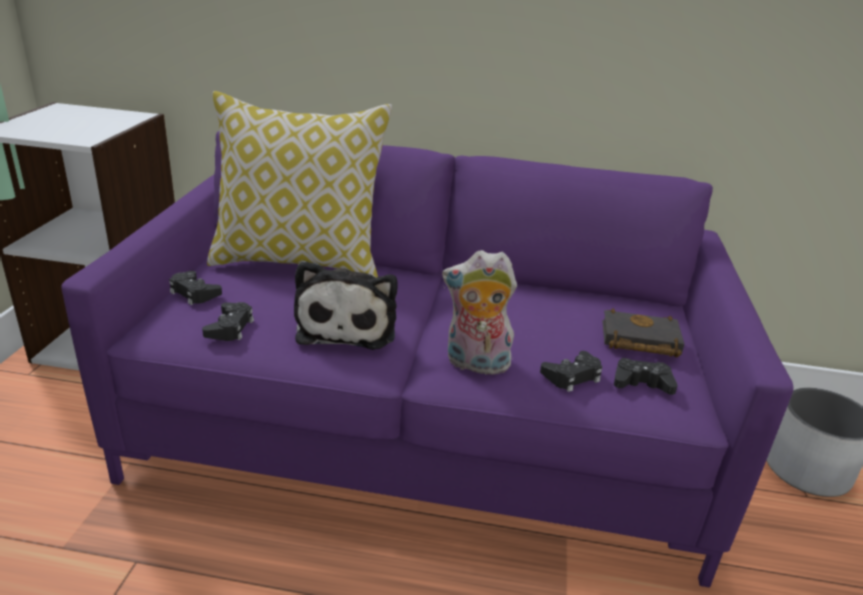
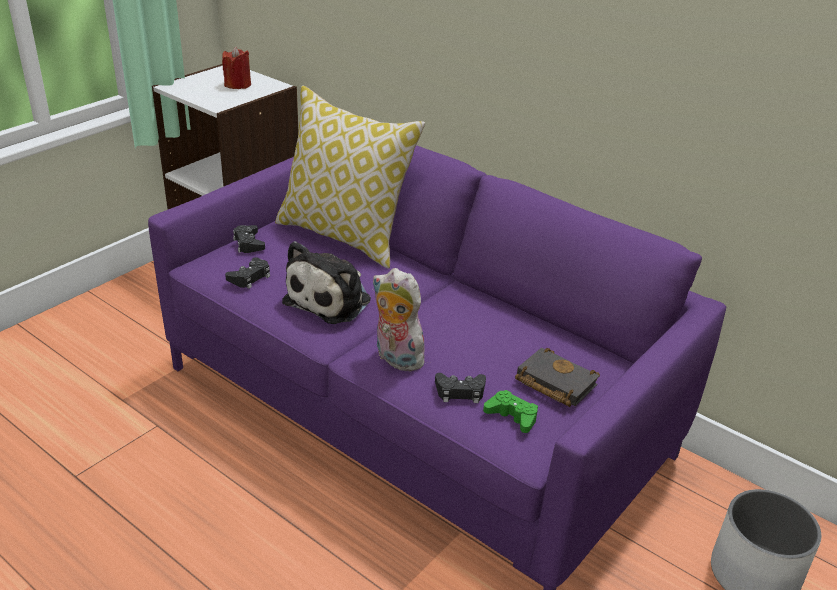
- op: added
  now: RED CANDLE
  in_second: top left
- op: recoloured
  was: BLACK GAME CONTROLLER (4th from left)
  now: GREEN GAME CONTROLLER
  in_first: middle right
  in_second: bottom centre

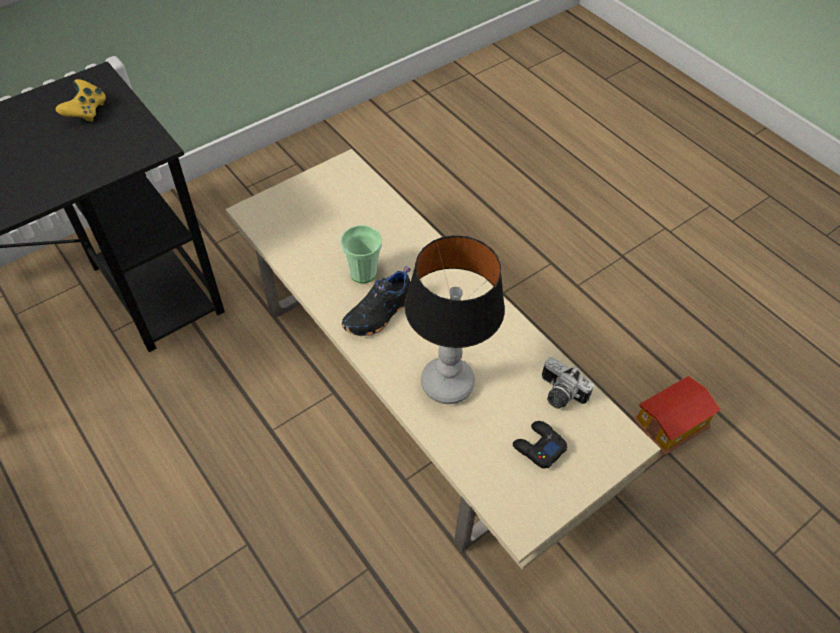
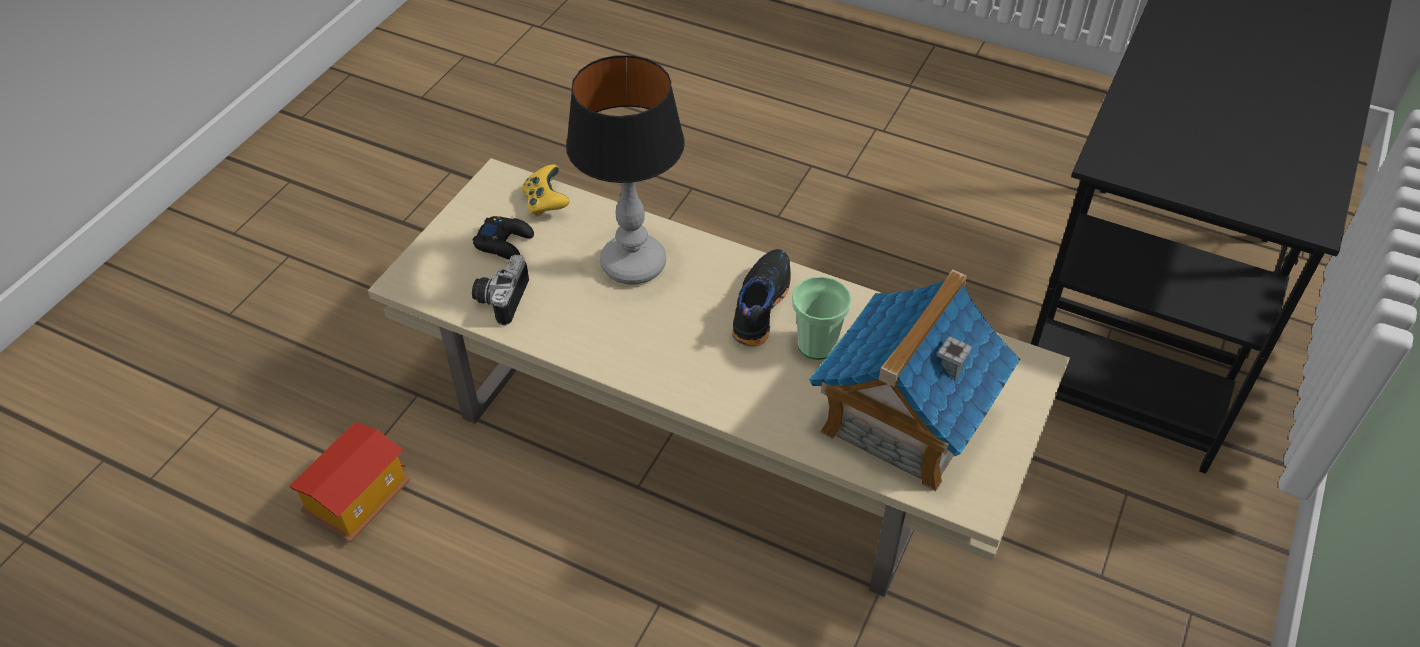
- op: added
  now: TOY HOUSE (2nd from left)
  in_second: centre
- op: moved
  was: YELLOW GAME CONTROLLER
  in_first: top left
  in_second: top centre
- op: turned
  was: PHOTO CAMERA
  in_first: middle right
  in_second: centre
  clockwise: -90

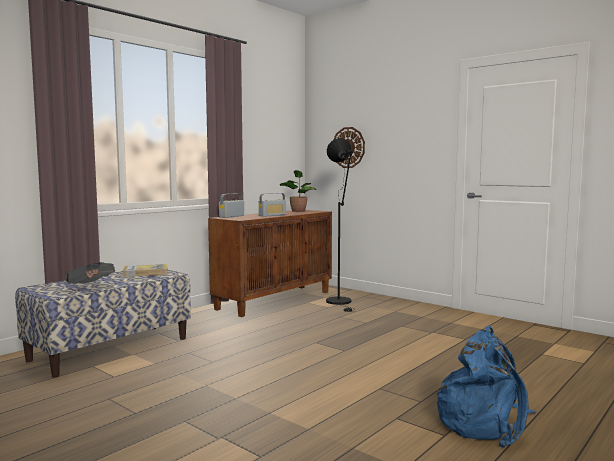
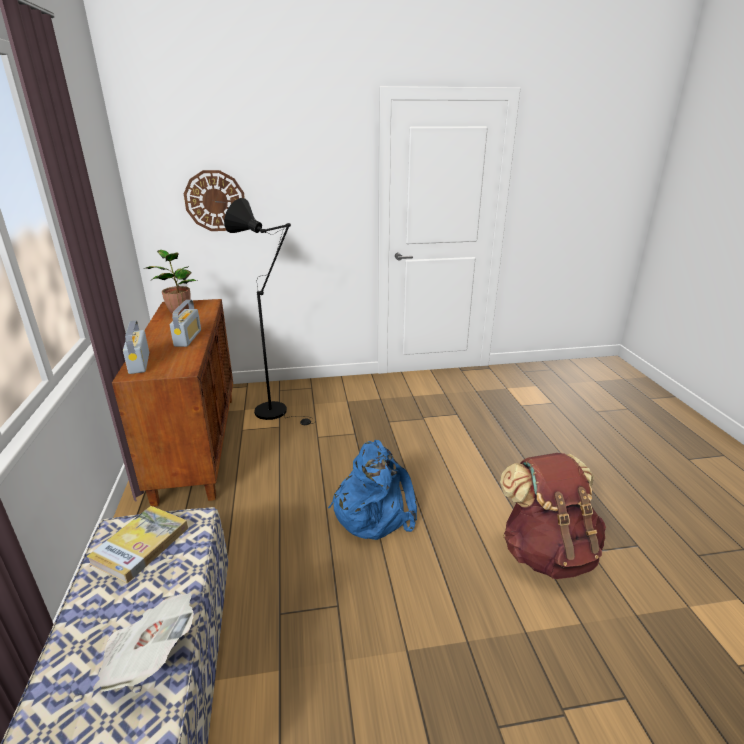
- op: added
  now: BROWN BACKPACK
  in_second: bottom right
- op: moved
  was: BLUE BACKPACK
  in_first: bottom right
  in_second: centre

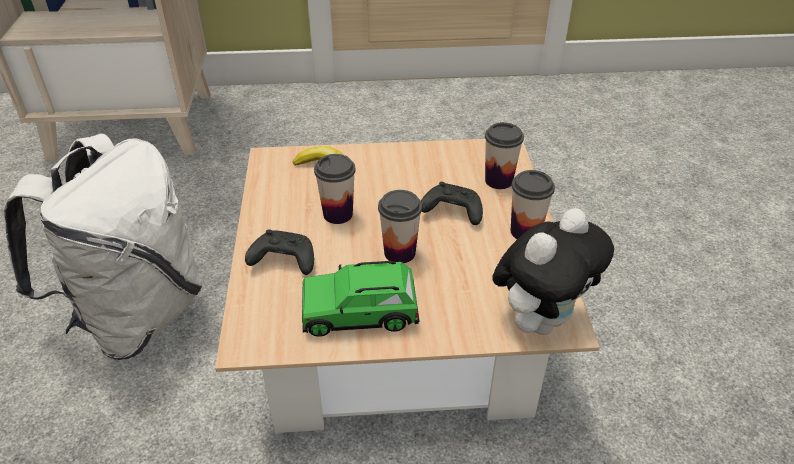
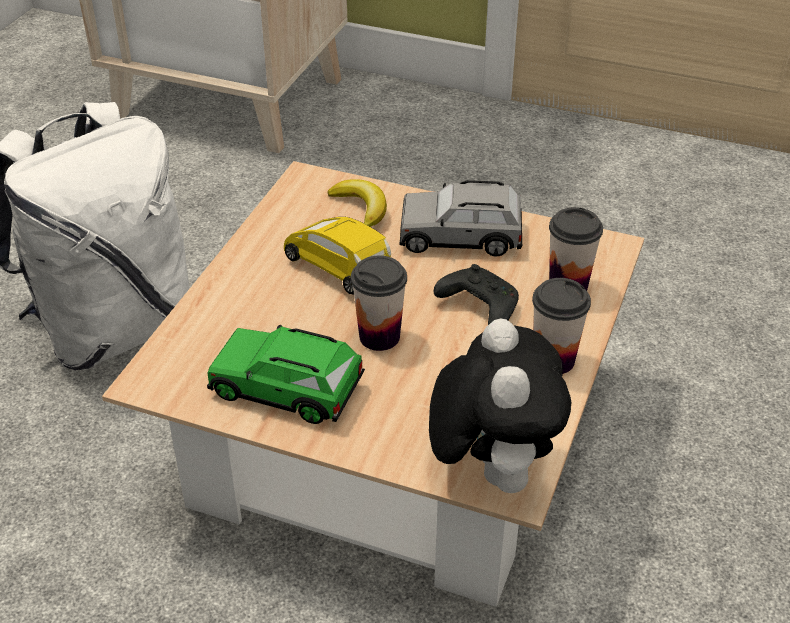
- op: removed
  was: BLACK GAME CONTROLLER (1st from left)
  in_first: centre
- op: added
  now: GREY TOY CAR
  in_second: centre
- op: replaced
  was: CUP (1st from left)
  now: YELLOW TOY CAR
  in_first: centre
  in_second: centre
- op: turned
  was: PLUSH TOY
  in_first: middle right
  in_second: centre
  clockwise: -75

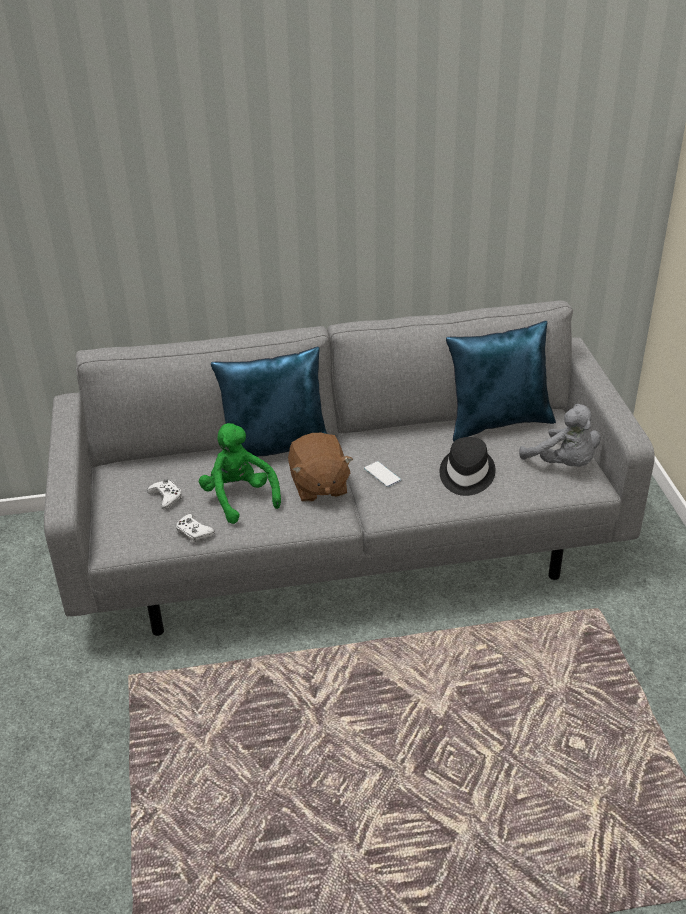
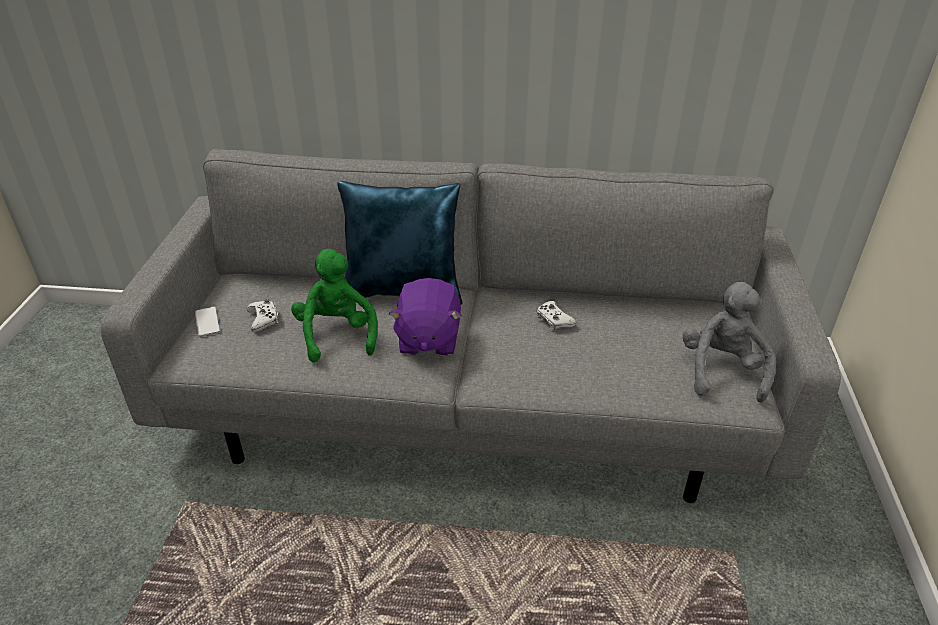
- op: removed
  was: BLACK HAT
  in_first: middle right
- op: removed
  was: BLUE PILLOW (2nd from left)
  in_first: middle right
- op: moved
  was: WHITE GAME CONTROLLER (2nd from left)
  in_first: middle left
  in_second: centre
- op: moved
  was: PHONE
  in_first: centre
  in_second: middle left
- op: recoloured
  was: BROWN PLUSH TOY
  now: PURPLE PLUSH TOY
  in_first: centre
  in_second: centre
- op: turned
  was: GREY PLUSH TOY
  in_first: middle right
  in_second: middle right
  clockwise: -150

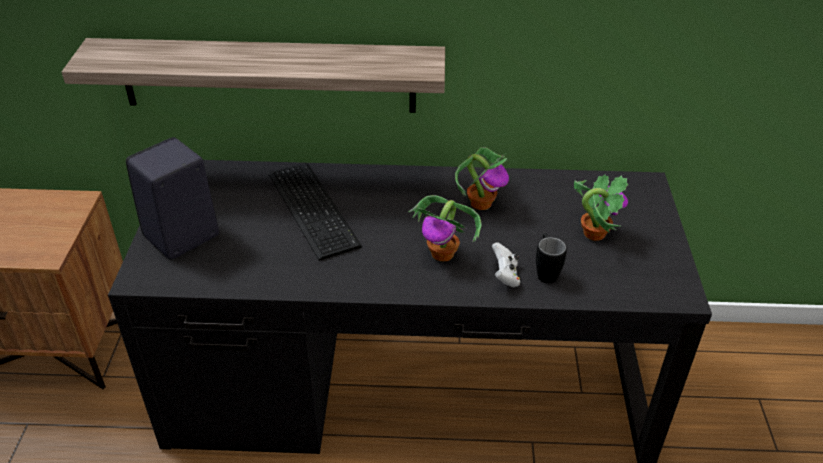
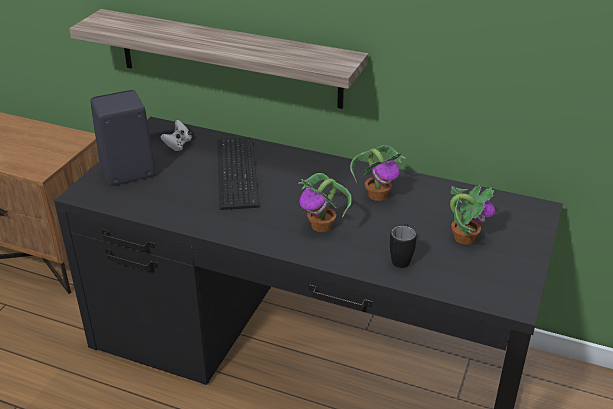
- op: moved
  was: WHITE GAME CONTROLLER
  in_first: centre
  in_second: top left

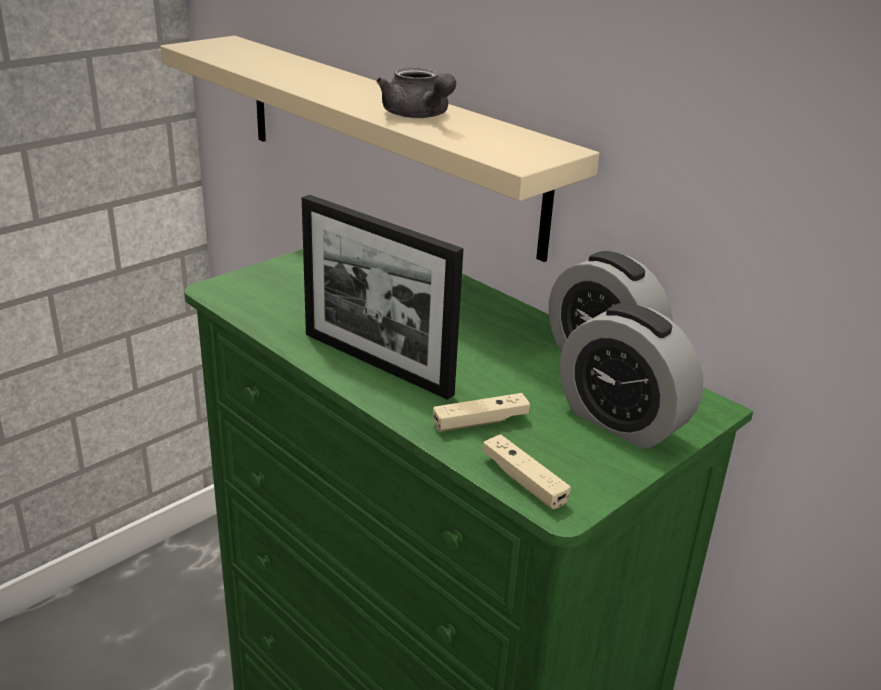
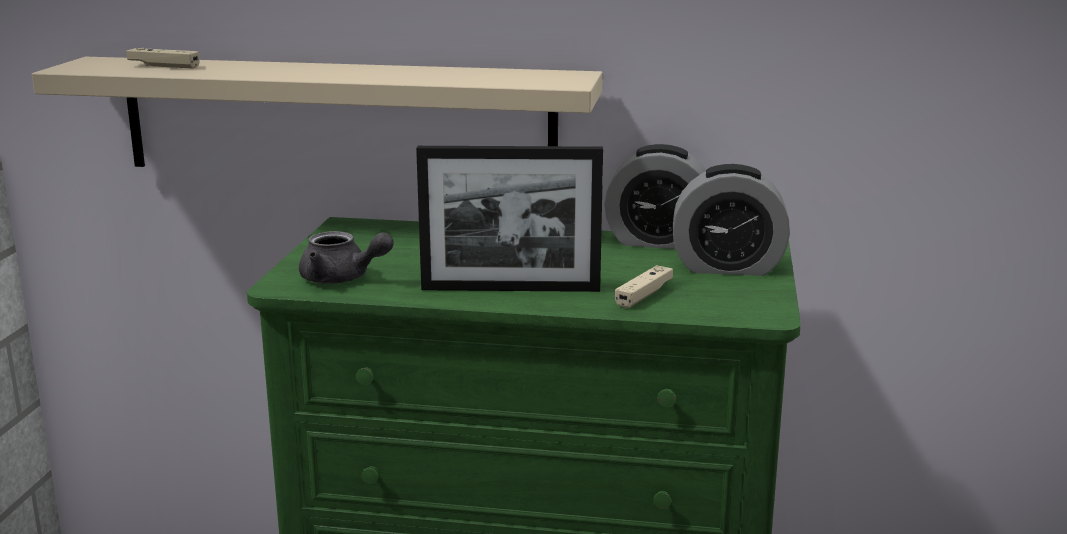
- op: moved
  was: GREY TEAPOT
  in_first: top centre
  in_second: middle left
- op: moved
  was: BEIGE GAME CONTROLLER (2nd from left in the first image)
  now: BEIGE GAME CONTROLLER (1st from left)
  in_first: bottom centre
  in_second: top left

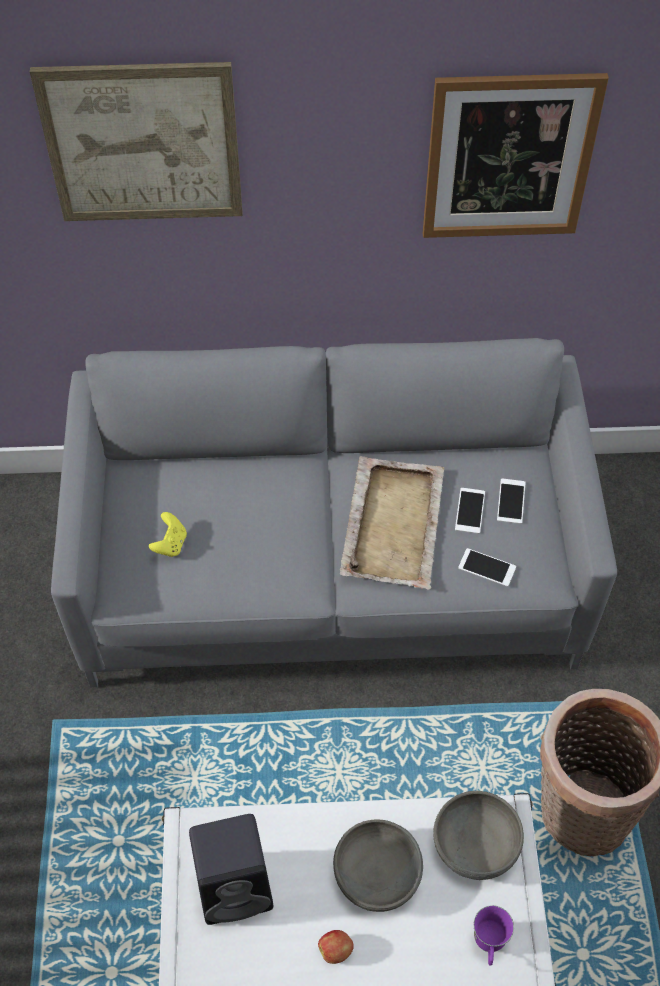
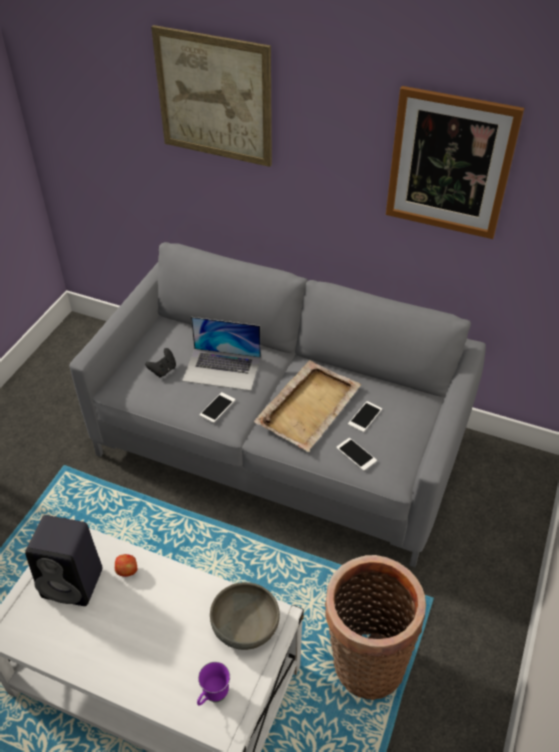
- op: removed
  was: GREY BOWL (1st from left)
  in_first: bottom centre
- op: added
  now: LAPTOP
  in_second: centre
- op: moved
  was: APPLE
  in_first: bottom centre
  in_second: bottom left
- op: moved
  was: PHONE (3rd from left in the first image)
  now: PHONE (1st from left)
  in_first: middle right
  in_second: centre
- op: recoloured
  was: YELLOW GAME CONTROLLER
  now: BLACK GAME CONTROLLER
  in_first: middle left
  in_second: middle left

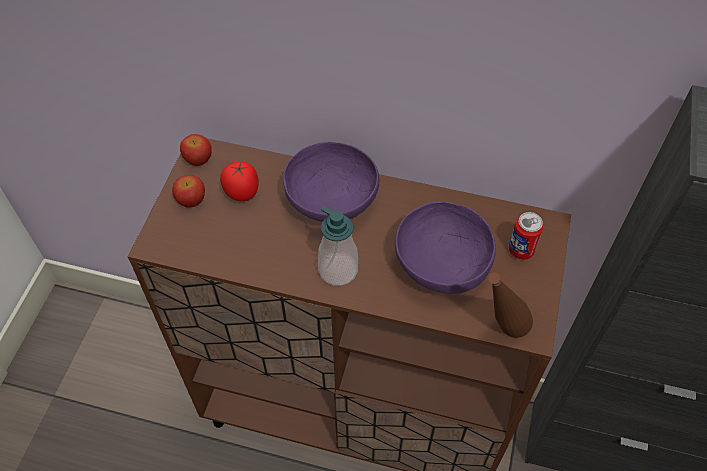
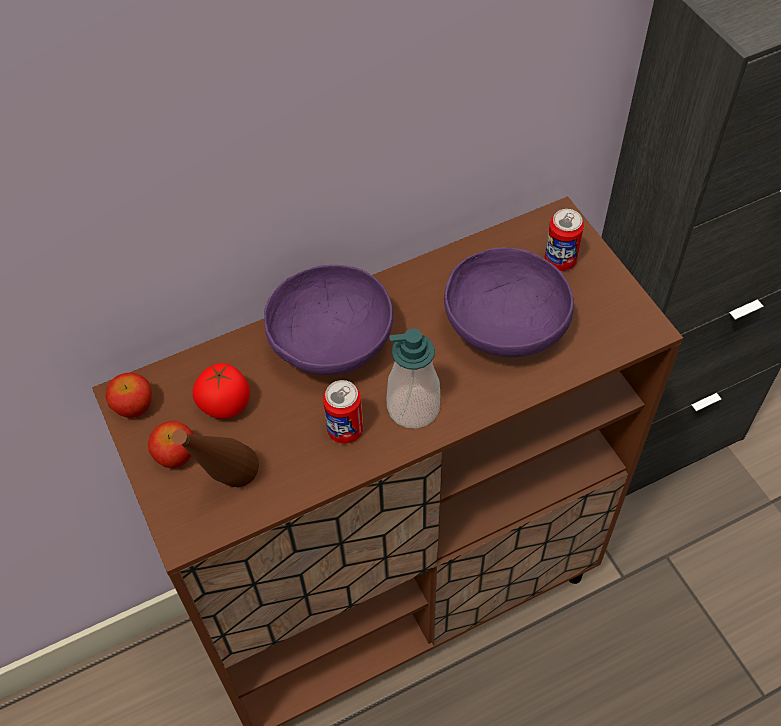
- op: added
  now: CAN (1st from left)
  in_second: centre
- op: moved
  was: BROWN BOTTLE
  in_first: middle right
  in_second: middle left

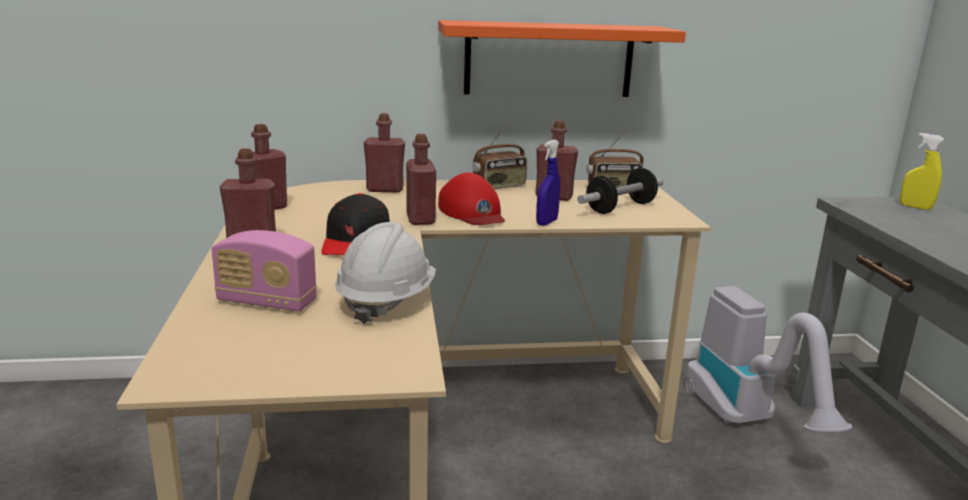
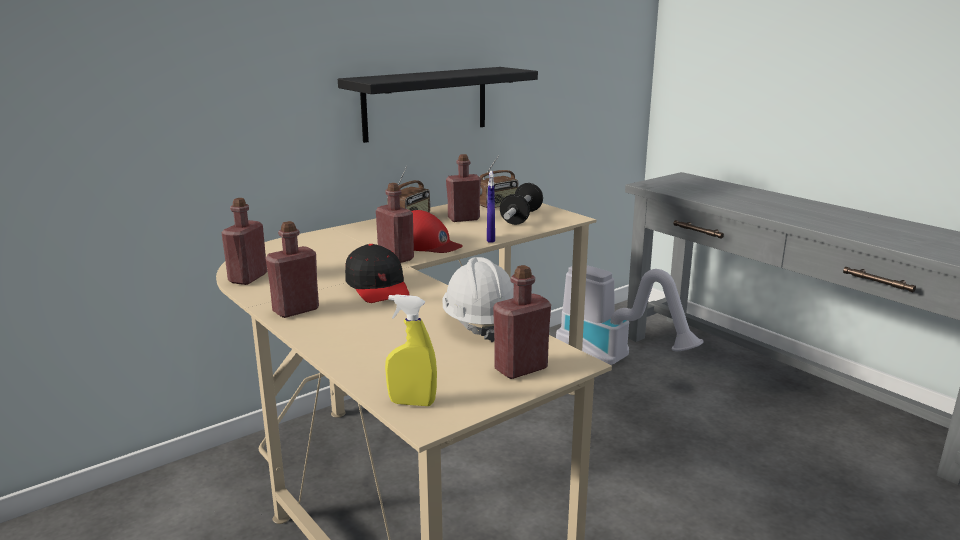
- op: removed
  was: RADIO (1st from left)
  in_first: middle left
- op: moved
  was: RED BOTTLE (3rd from left in the first image)
  now: RED BOTTLE (5th from left)
  in_first: top centre
  in_second: centre
- op: moved
  was: YELLOW SPRAY BOTTLE
  in_first: middle right
  in_second: centre
- op: recoloured
  was: ORANGE SHELF
  now: BLACK SHELF
  in_first: top centre
  in_second: top centre

